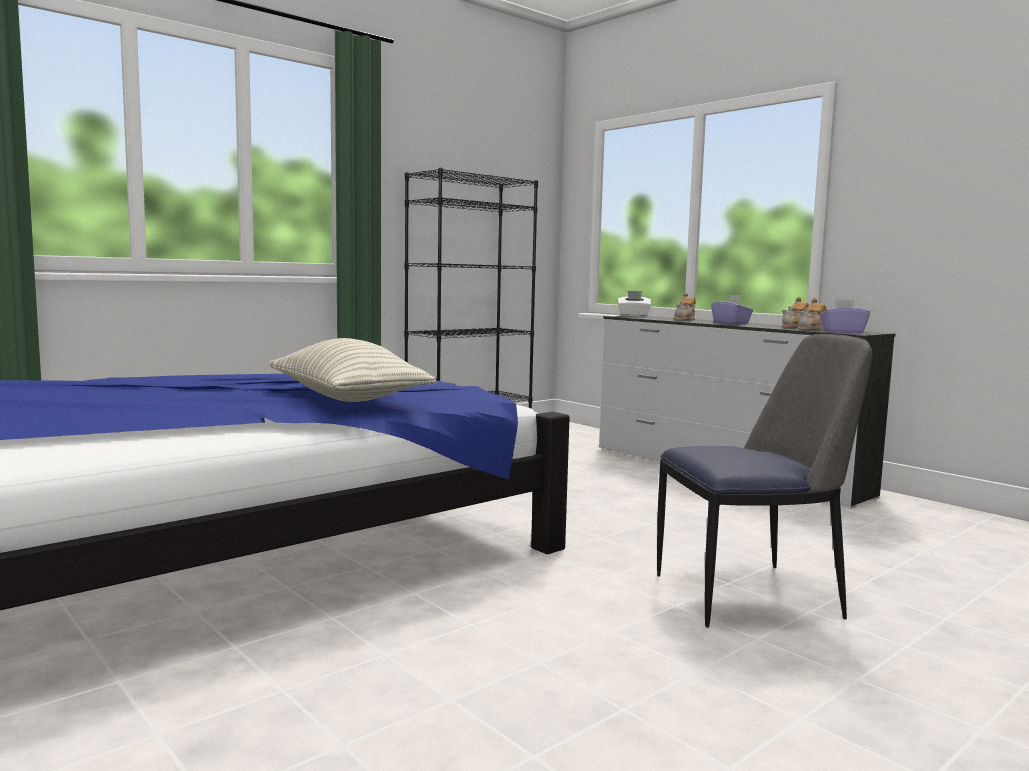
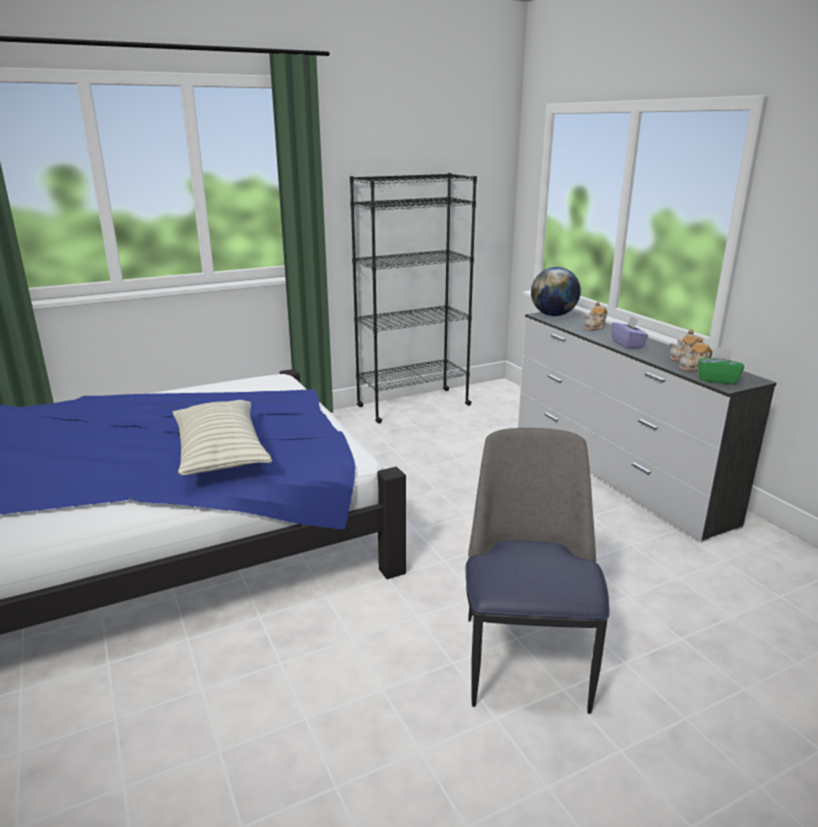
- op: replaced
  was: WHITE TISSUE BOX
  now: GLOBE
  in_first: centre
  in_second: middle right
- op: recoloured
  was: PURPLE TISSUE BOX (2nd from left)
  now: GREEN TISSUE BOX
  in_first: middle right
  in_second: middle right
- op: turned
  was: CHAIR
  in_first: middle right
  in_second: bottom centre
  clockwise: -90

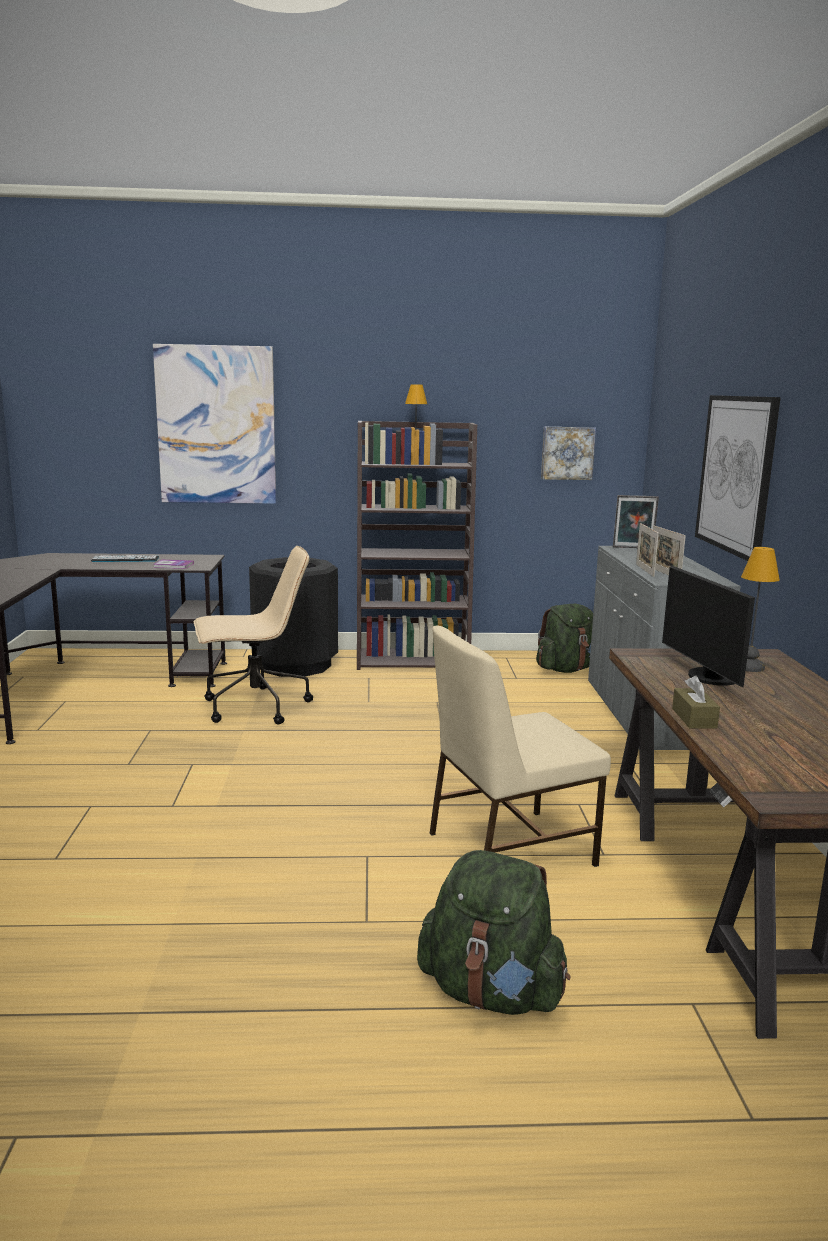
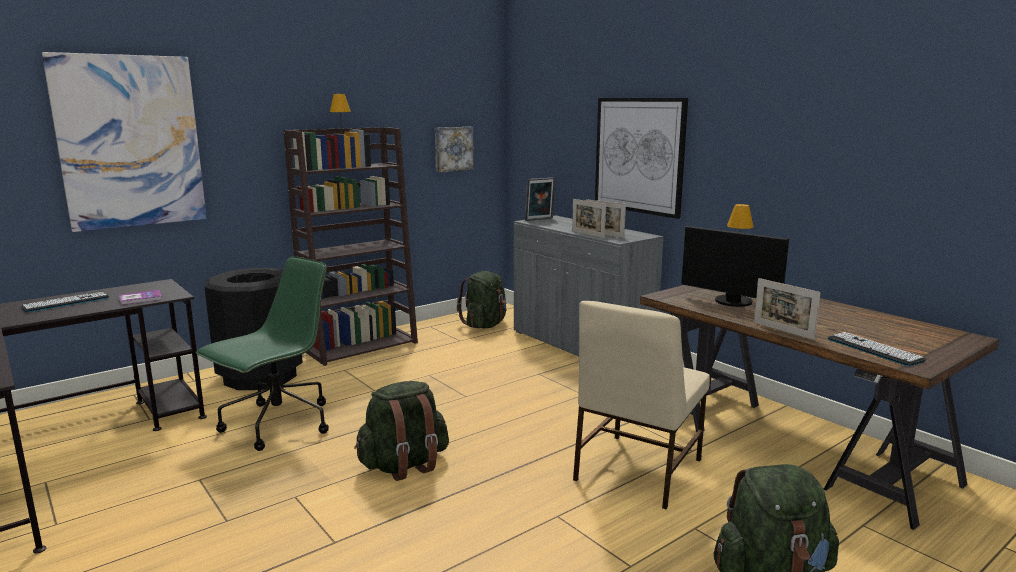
- op: added
  now: GREEN BACKPACK (1st from left)
  in_second: bottom centre
- op: added
  now: KEYBOARD (2nd from left)
  in_second: middle right
- op: replaced
  was: BROWN TISSUE BOX
  now: PICTURE FRAME (4th from left)
  in_first: middle right
  in_second: middle right
- op: recoloured
  was: BEIGE OFFICE CHAIR
  now: GREEN OFFICE CHAIR
  in_first: middle left
  in_second: middle left

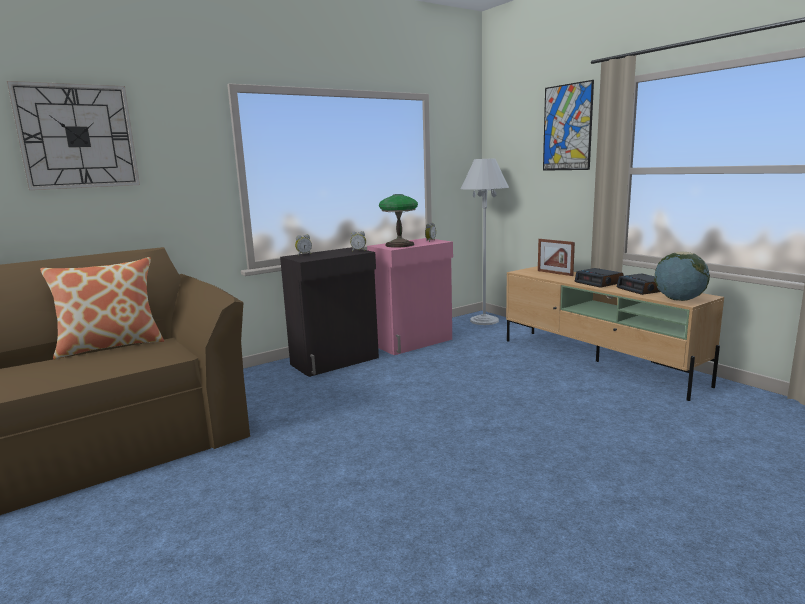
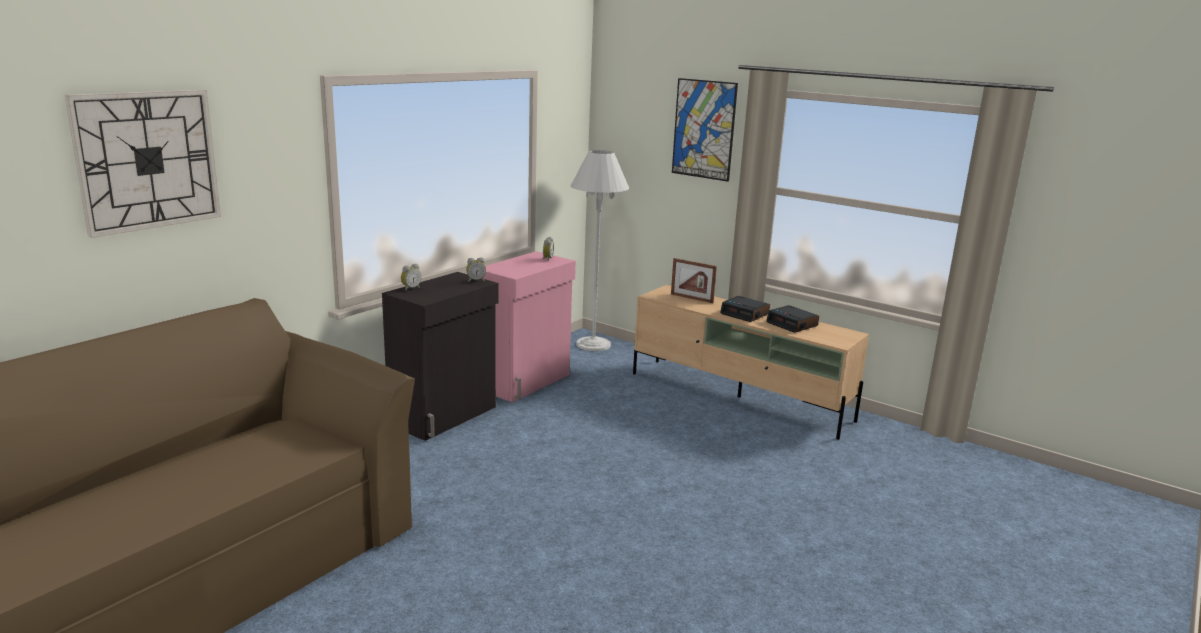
- op: removed
  was: PILLOW
  in_first: middle left
- op: removed
  was: TABLE LAMP
  in_first: centre
- op: removed
  was: GLOBE
  in_first: middle right

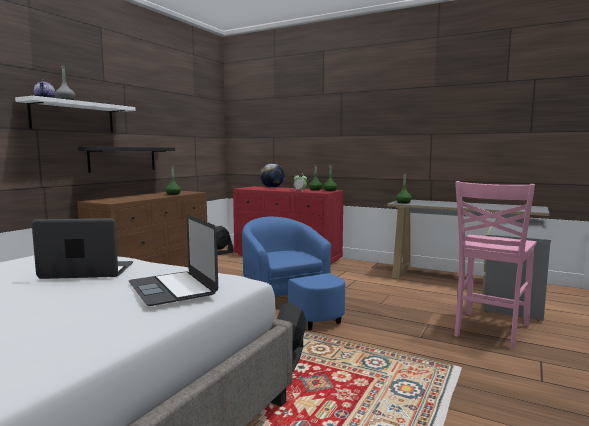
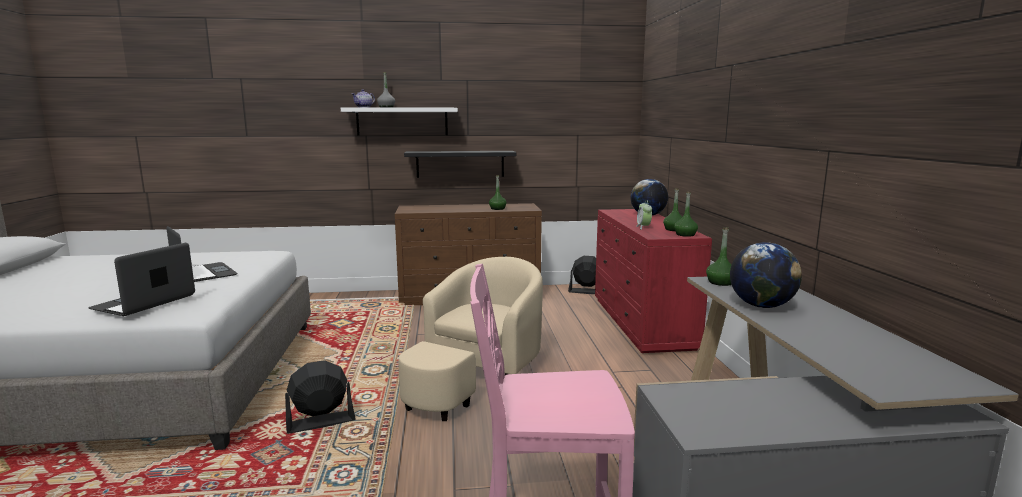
- op: added
  now: GLOBE (2nd from left)
  in_second: middle right
- op: recoloured
  was: BLUE ARMCHAIR
  now: BEIGE ARMCHAIR
  in_first: centre
  in_second: bottom centre

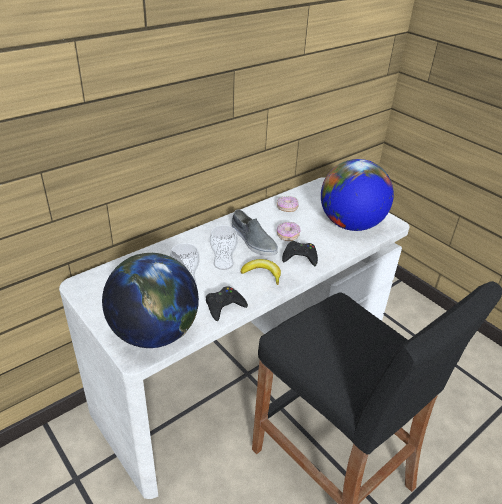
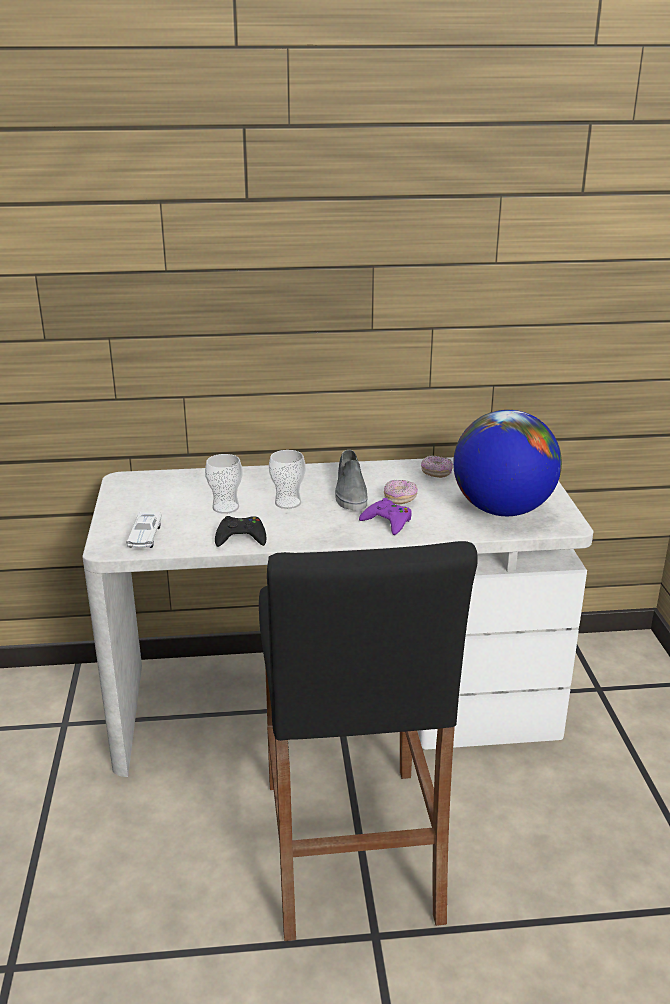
- op: removed
  was: BANANA
  in_first: centre
- op: replaced
  was: GLOBE (1st from left)
  now: WHITE TOY CAR
  in_first: middle left
  in_second: middle left
- op: recoloured
  was: BLACK GAME CONTROLLER (2nd from left)
  now: PURPLE GAME CONTROLLER
  in_first: centre
  in_second: centre

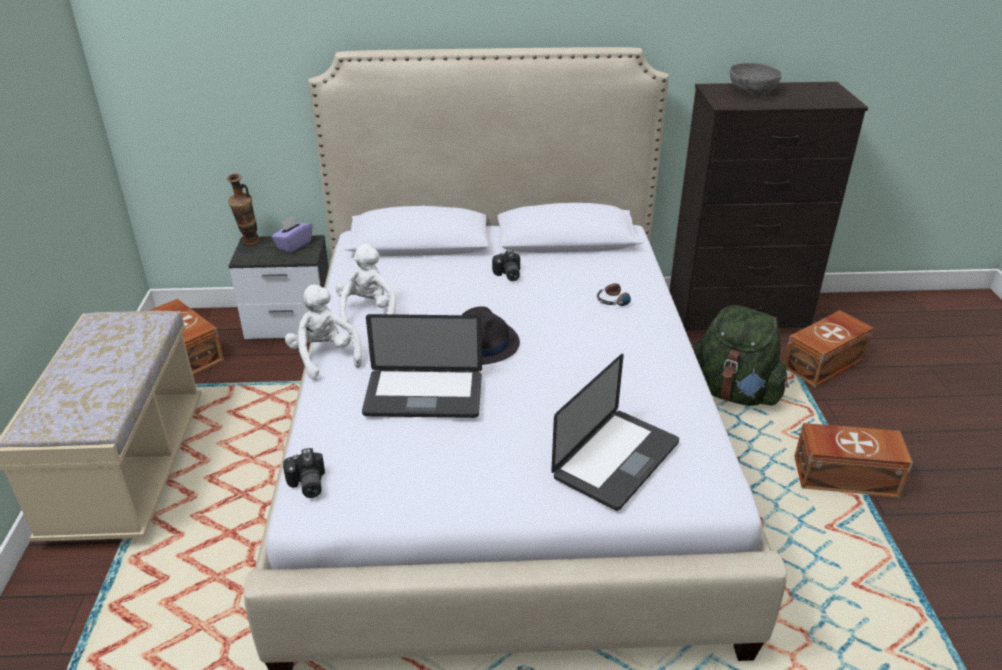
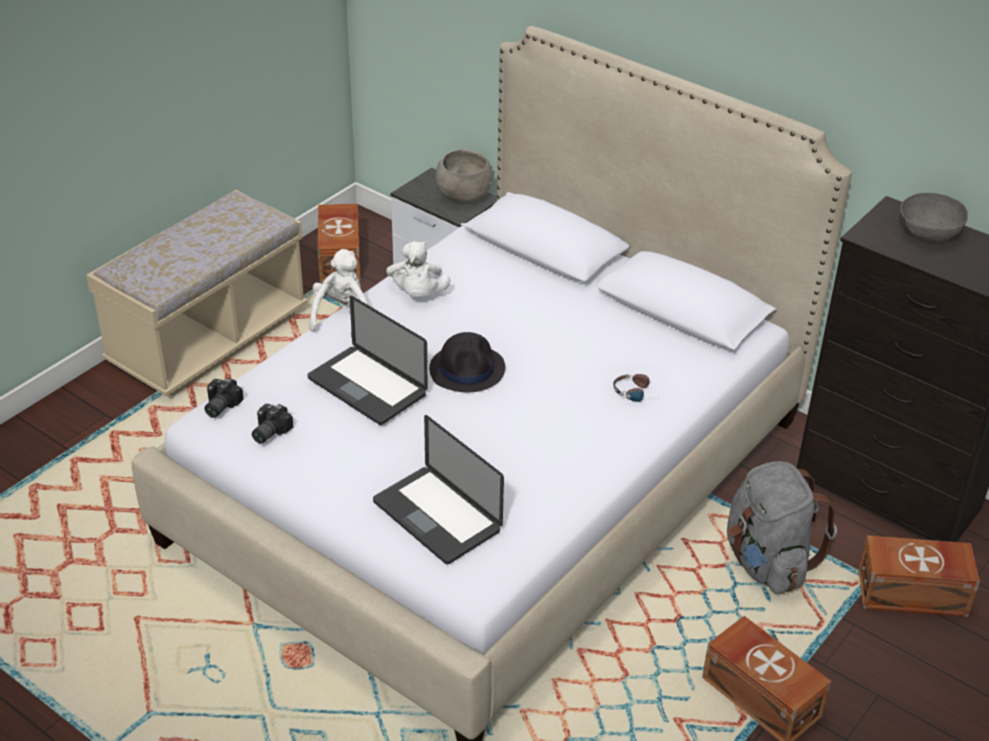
- op: removed
  was: VASE
  in_first: top left
- op: moved
  was: PHOTO CAMERA (2nd from left)
  in_first: centre
  in_second: middle left
- op: replaced
  was: PURPLE TISSUE BOX
  now: GREY BOWL (1st from left)
  in_first: middle left
  in_second: top centre
- op: recoloured
  was: GREEN BACKPACK
  now: GREY BACKPACK
  in_first: middle right
  in_second: bottom right
- op: turned
  was: WHITE PLUSH TOY (2nd from left)
  in_first: centre
  in_second: centre
  clockwise: 135
- op: turned
  was: LAPTOP (2nd from left)
  in_first: centre
  in_second: centre
  clockwise: 60

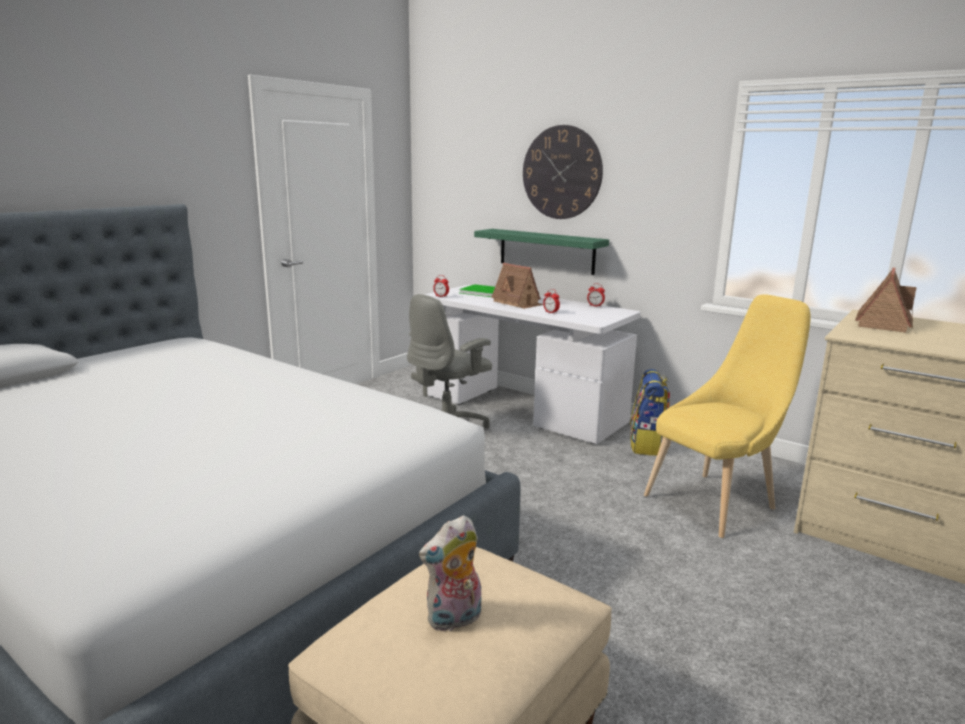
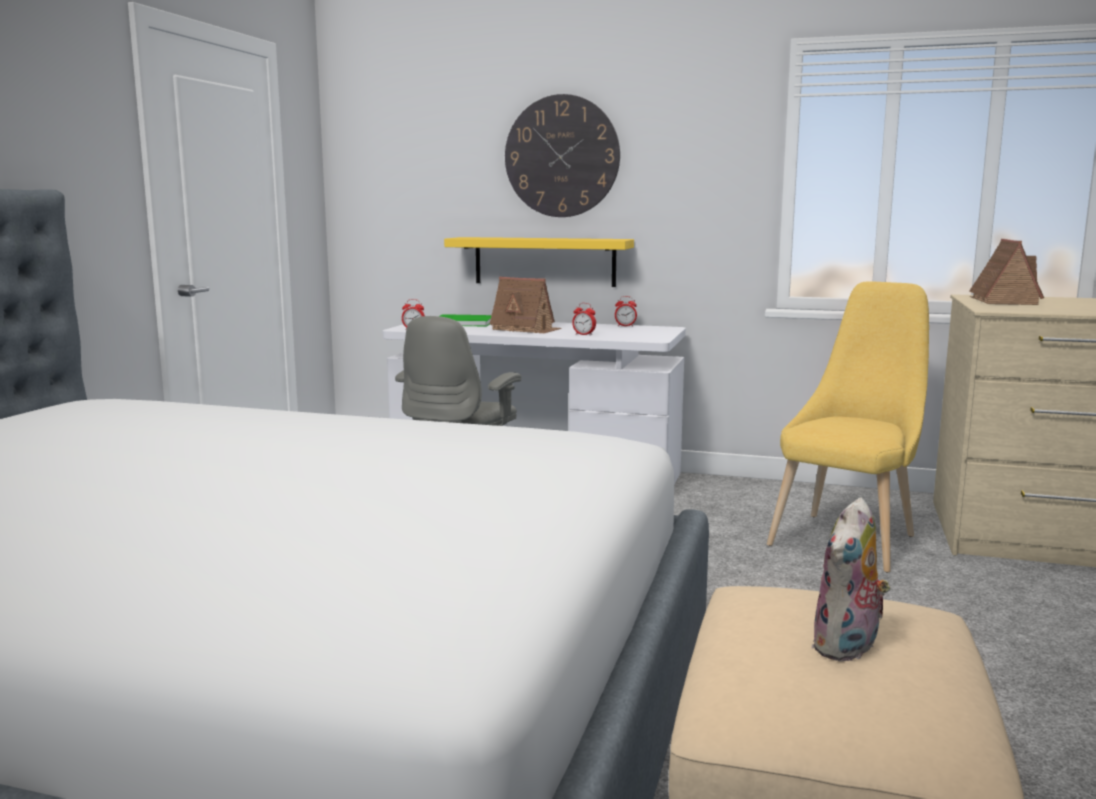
- op: removed
  was: BACKPACK
  in_first: middle right
- op: recoloured
  was: GREEN SHELF
  now: YELLOW SHELF
  in_first: centre
  in_second: top centre

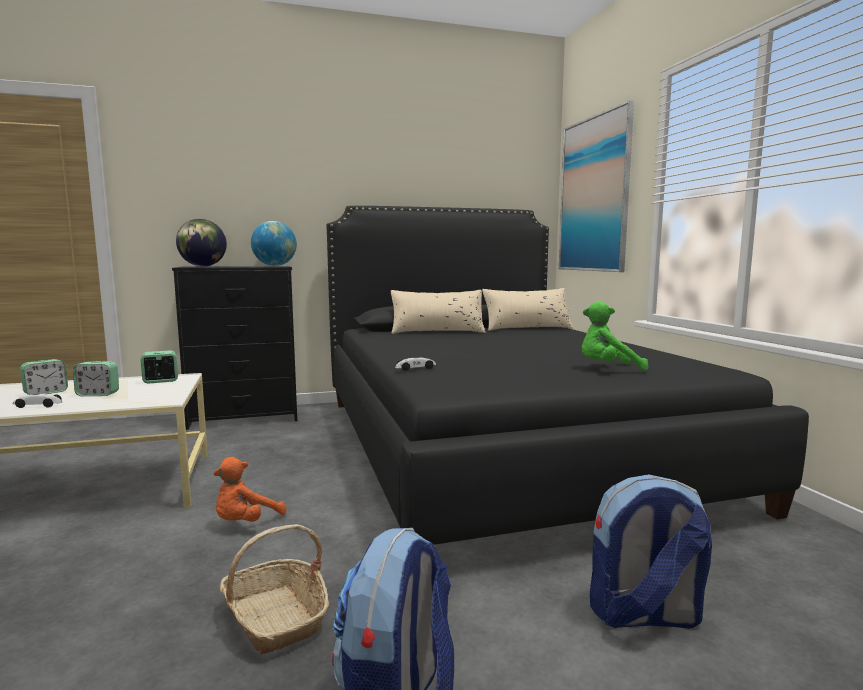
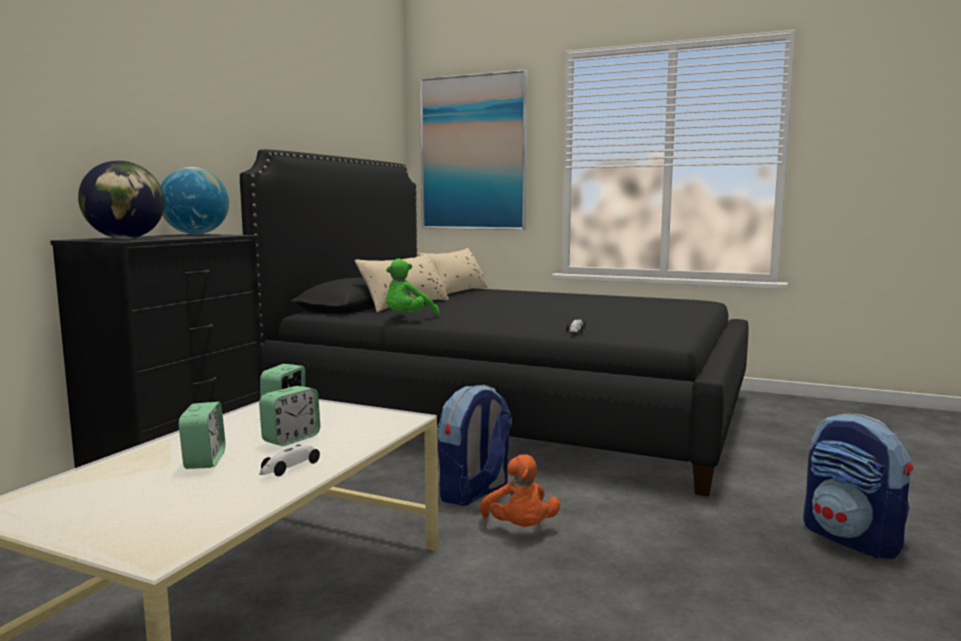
- op: removed
  was: BASKET
  in_first: bottom left
- op: moved
  was: GREEN PLUSH TOY
  in_first: middle right
  in_second: centre
- op: moved
  was: BACKPACK (2nd from left in the first image)
  now: BACKPACK (1st from left)
  in_first: bottom right
  in_second: bottom centre

